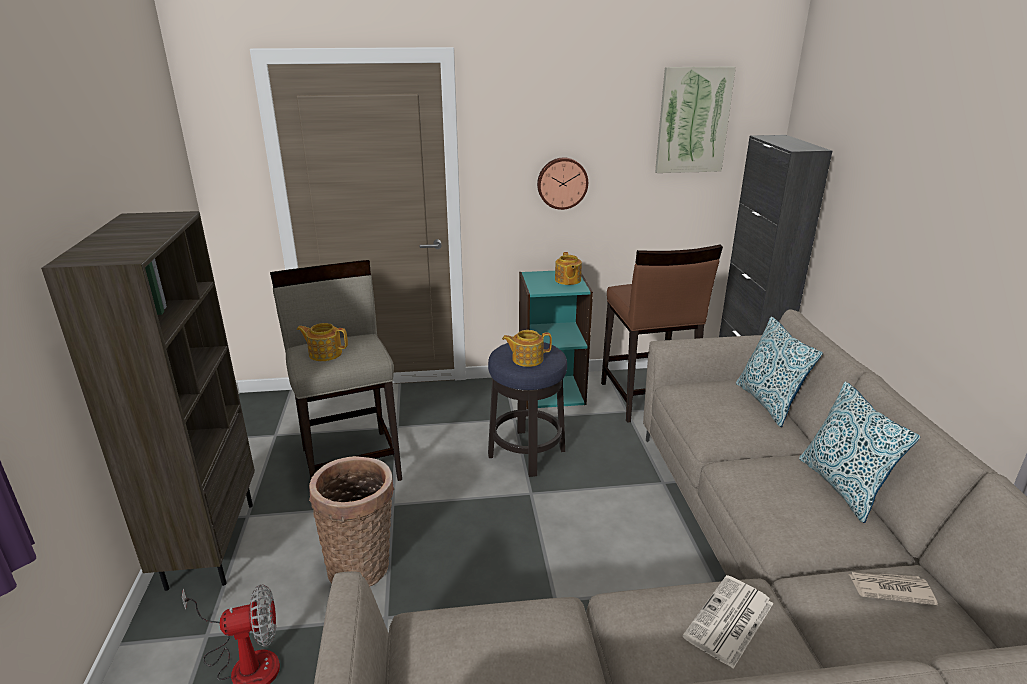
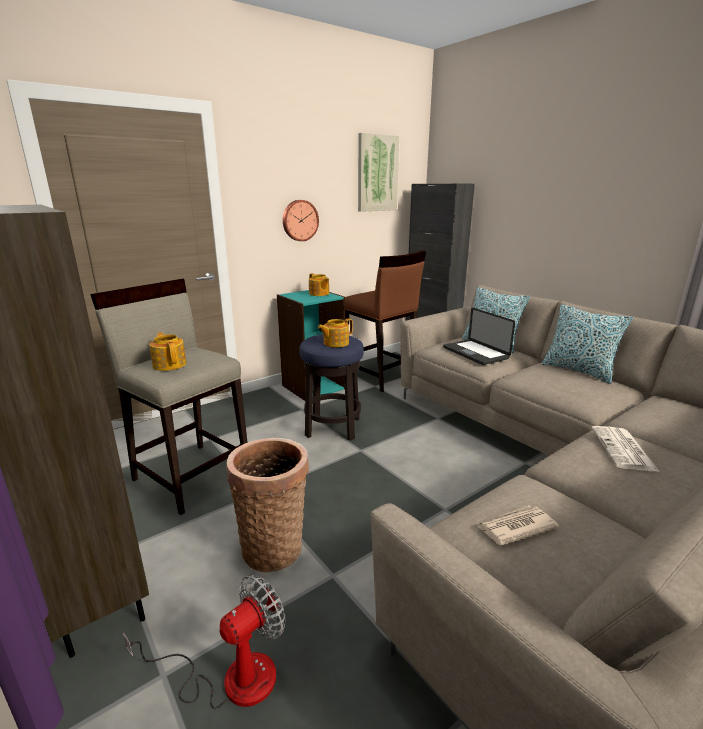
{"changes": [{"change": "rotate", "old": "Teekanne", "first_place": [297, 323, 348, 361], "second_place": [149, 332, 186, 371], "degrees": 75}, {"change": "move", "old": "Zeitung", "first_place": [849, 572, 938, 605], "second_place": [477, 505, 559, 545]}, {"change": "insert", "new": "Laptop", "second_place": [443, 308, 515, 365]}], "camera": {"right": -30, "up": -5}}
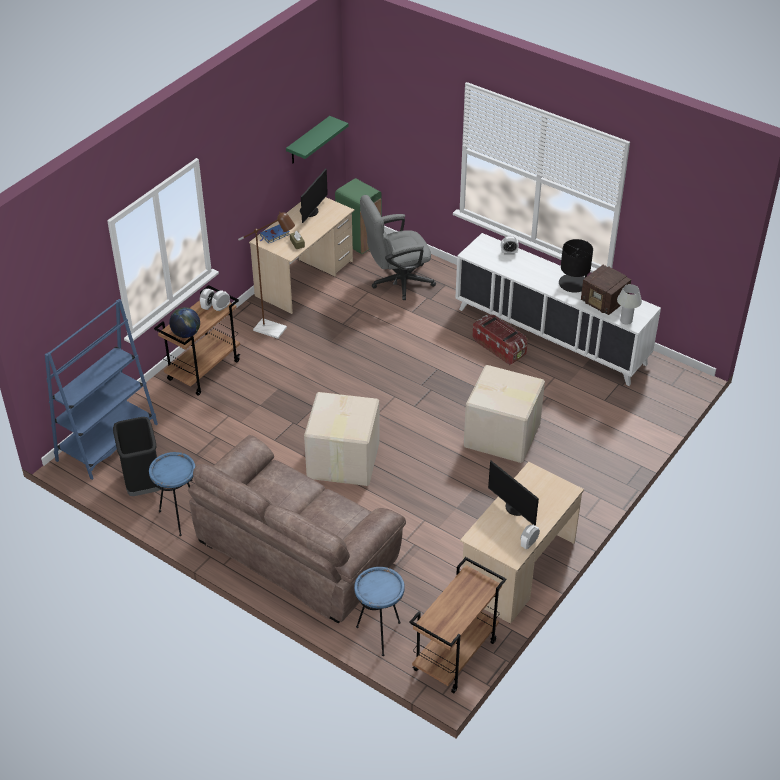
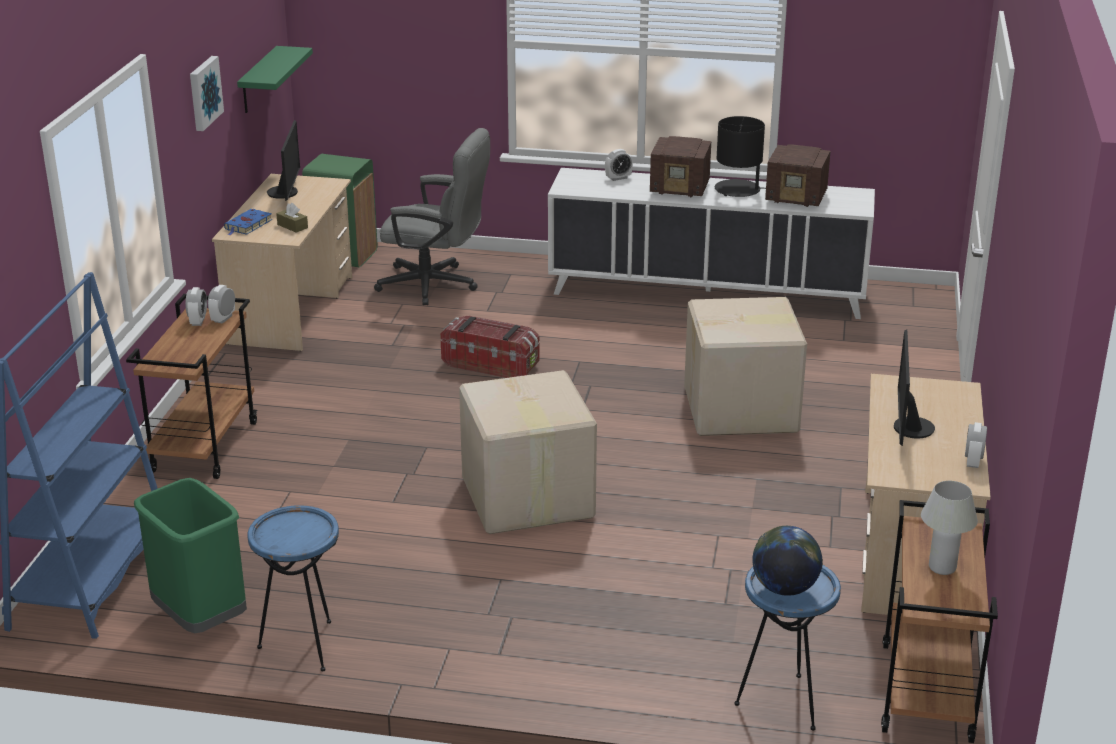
{"changes": [{"change": "recolor", "old": "Mülleimer/schwarz", "new": "Mülleimer/grün", "first_place": [113, 417, 161, 496], "second_place": [134, 478, 247, 633]}, {"change": "move", "old": "Globus", "first_place": [169, 307, 200, 338], "second_place": [752, 526, 823, 596]}, {"change": "delete", "old": "Sofa/braun", "first_place": [188, 435, 406, 624]}, {"change": "delete", "old": "Stehlampe/braun", "first_place": [238, 212, 295, 339]}, {"change": "rotate", "old": "Bürostuhl/grau", "first_place": [360, 195, 436, 300], "second_place": [374, 128, 490, 305], "degrees": -120}, {"change": "move", "old": "Aufbewahrungsbox", "first_place": [473, 315, 528, 365], "second_place": [440, 316, 540, 378]}, {"change": "rotate", "old": "Monitor", "first_place": [488, 461, 539, 526], "second_place": [894, 329, 935, 446], "degrees": 75}, {"change": "move", "old": "Tischlampe/weiß", "first_place": [617, 284, 642, 325], "second_place": [921, 481, 978, 575]}, {"change": "insert", "new": "Bild", "second_place": [190, 56, 224, 131]}, {"change": "insert", "new": "Radio", "second_place": [650, 136, 711, 197]}], "camera": {"right": -25, "up": -15}}
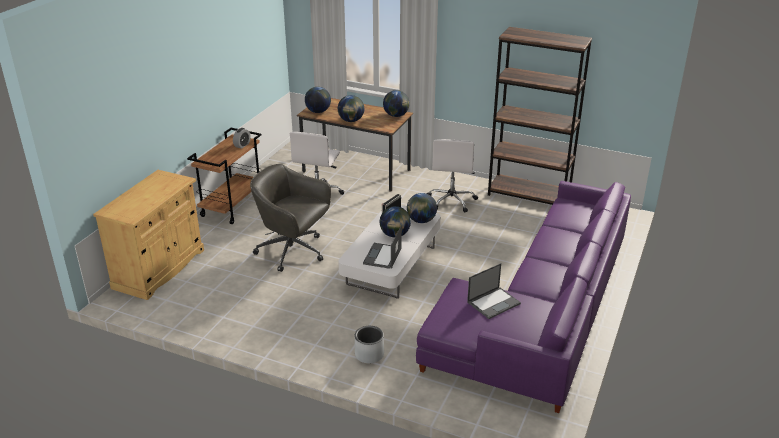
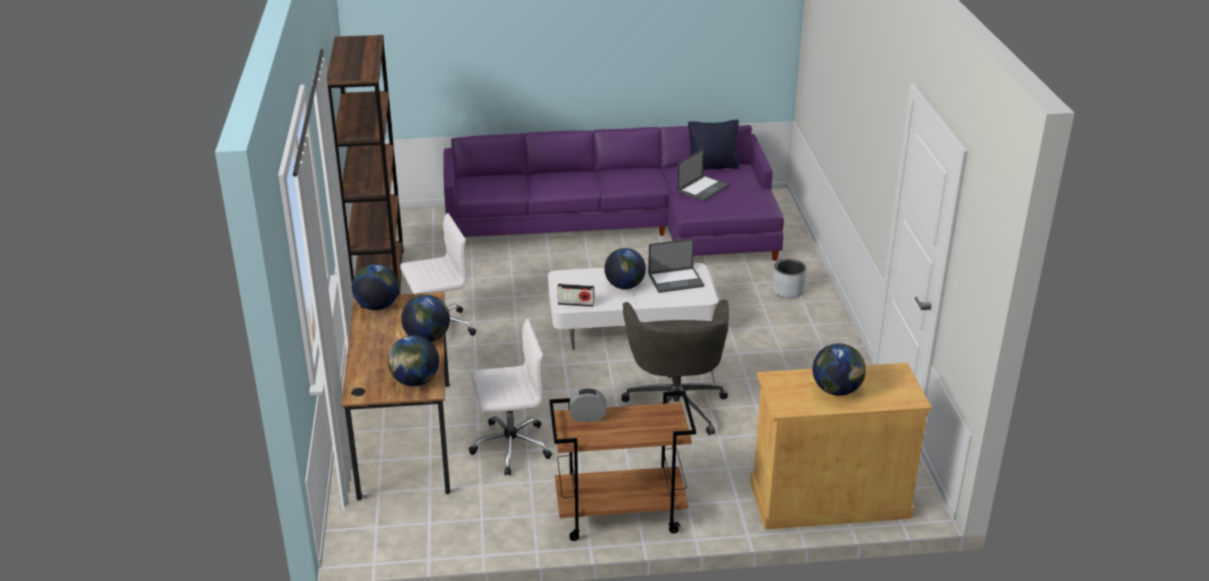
{"changes": [{"change": "move", "old": "Globus", "first_place": [407, 193, 437, 223], "second_place": [813, 343, 866, 396]}, {"change": "rotate", "old": "Laptop", "first_place": [467, 263, 521, 319], "second_place": [677, 148, 729, 201], "degrees": 105}, {"change": "insert", "new": "Kissen/schwarz", "second_place": [688, 120, 739, 170]}], "camera": {"right": -120, "up": 0}}
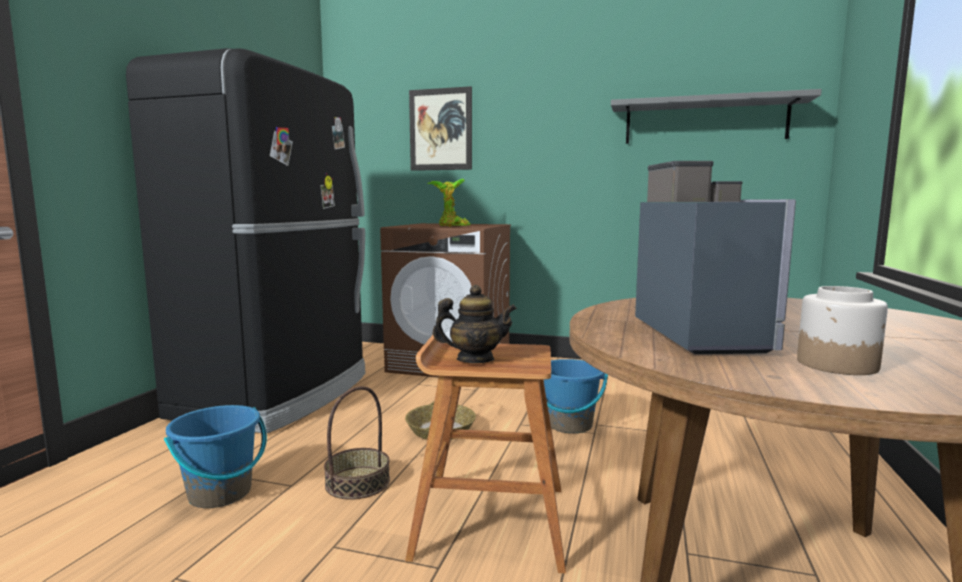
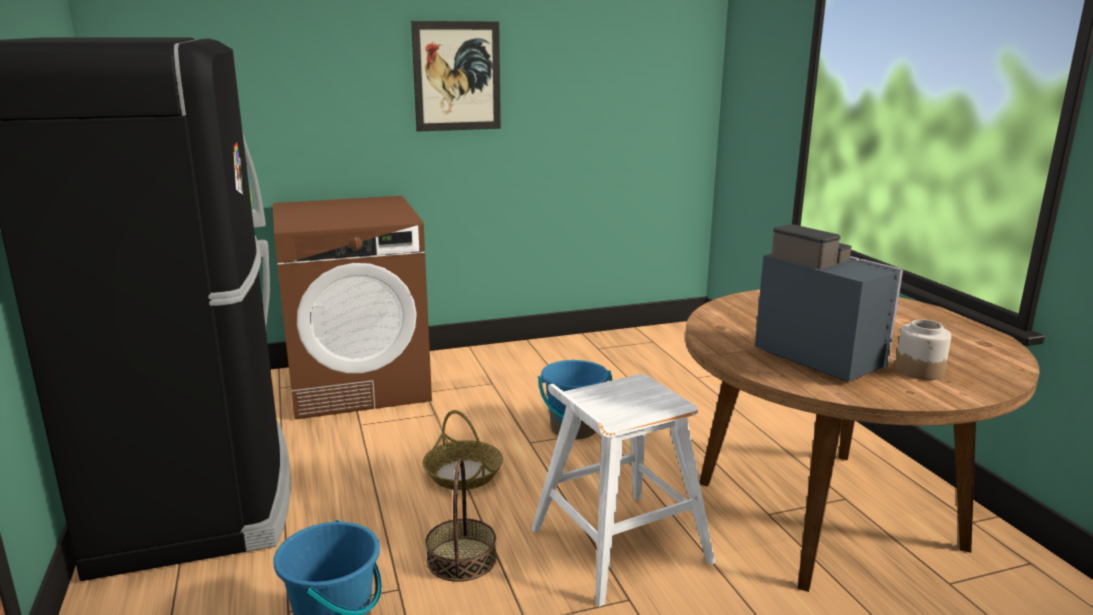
{"changes": [{"change": "recolor", "old": "Hocker/braun", "new": "Hocker/weiß", "first_place": [405, 335, 566, 574], "second_place": [531, 374, 715, 607]}, {"change": "move", "old": "Bild", "first_place": [409, 86, 472, 171], "second_place": [411, 21, 501, 132]}, {"change": "delete", "old": "Topfpflanze", "first_place": [427, 179, 471, 227]}, {"change": "delete", "old": "Teekanne", "first_place": [433, 285, 517, 363]}, {"change": "delete", "old": "Wandregal/grau", "first_place": [611, 89, 822, 144]}], "camera": {"right": -35, "up": 10}}
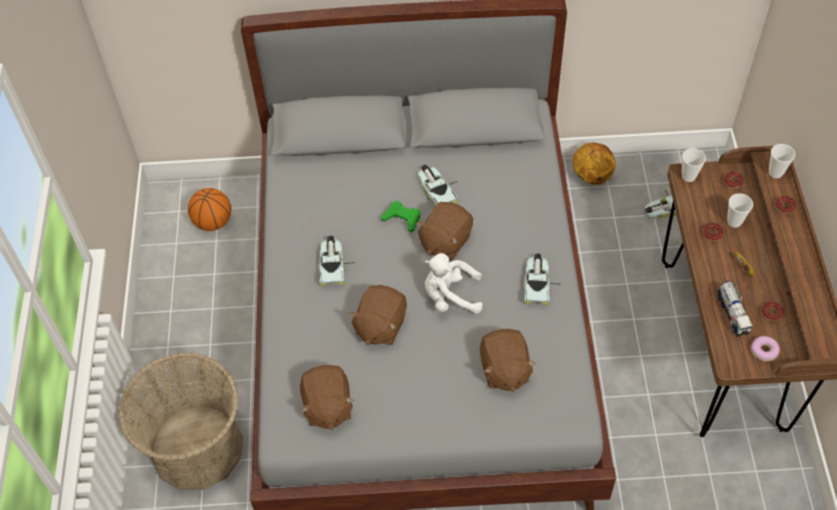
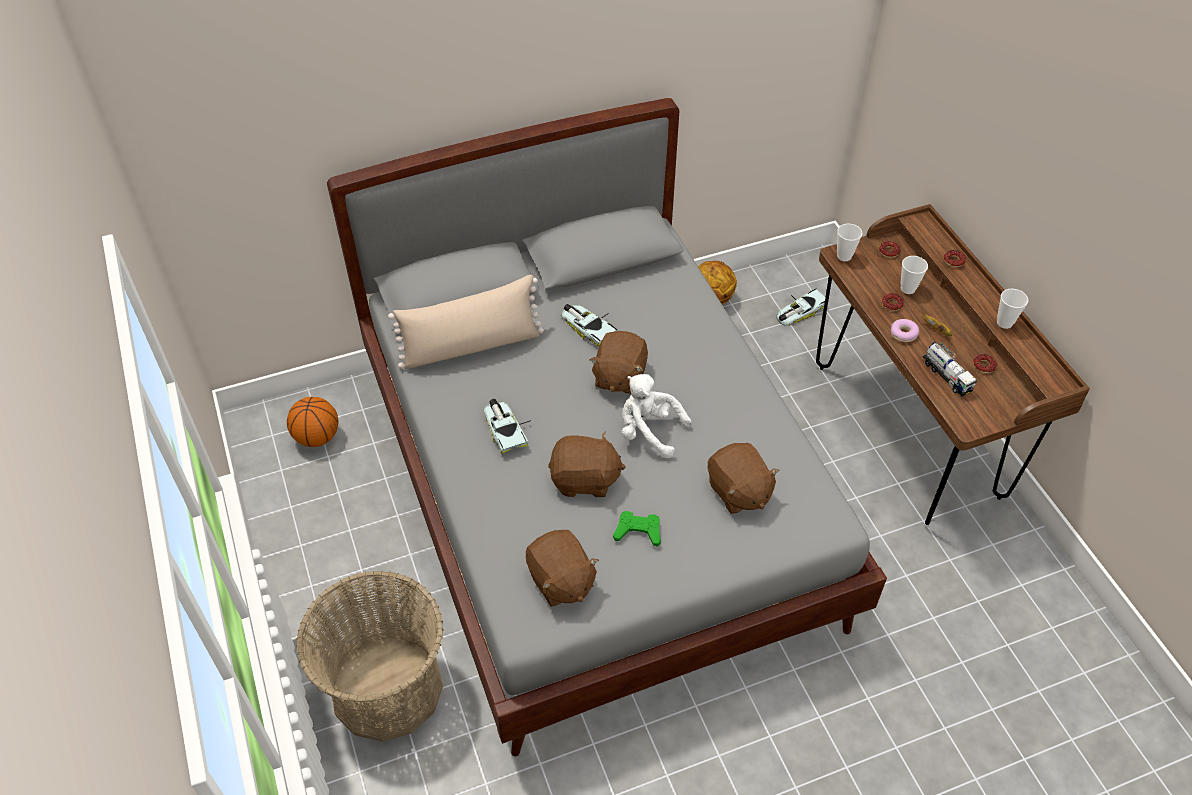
{"changes": [{"change": "rotate", "old": "Plüschtier/braun", "first_place": [349, 285, 407, 345], "second_place": [548, 432, 626, 497], "degrees": -90}, {"change": "move", "old": "Gamepad/grün", "first_place": [381, 201, 420, 232], "second_place": [613, 511, 661, 547]}, {"change": "rotate", "old": "Plüschtier/weiß", "first_place": [425, 253, 483, 314], "second_place": [621, 374, 691, 458], "degrees": 45}, {"change": "delete", "old": "Spielzeugauto", "first_place": [523, 253, 561, 305]}, {"change": "move", "old": "Donut", "first_place": [751, 336, 780, 361], "second_place": [891, 319, 919, 342]}, {"change": "move", "old": "Tasse", "first_place": [769, 144, 795, 178], "second_place": [997, 289, 1029, 329]}, {"change": "insert", "new": "Kissen/beige", "second_place": [388, 275, 544, 369]}], "camera": {"right": -20, "up": -5}}
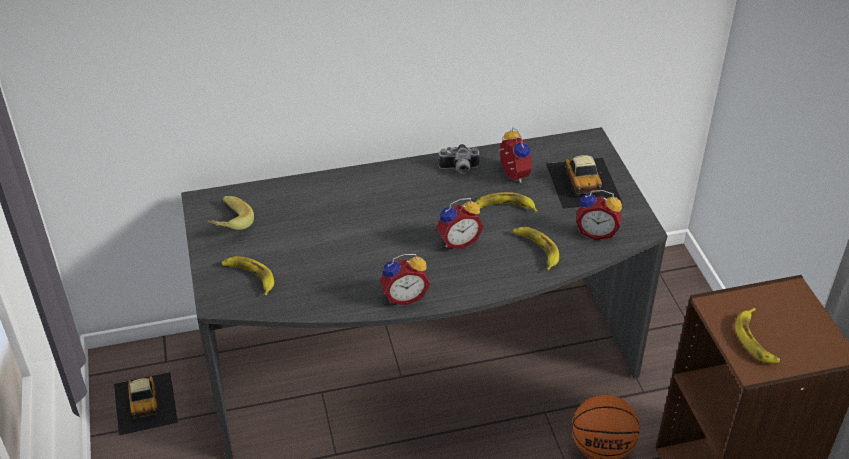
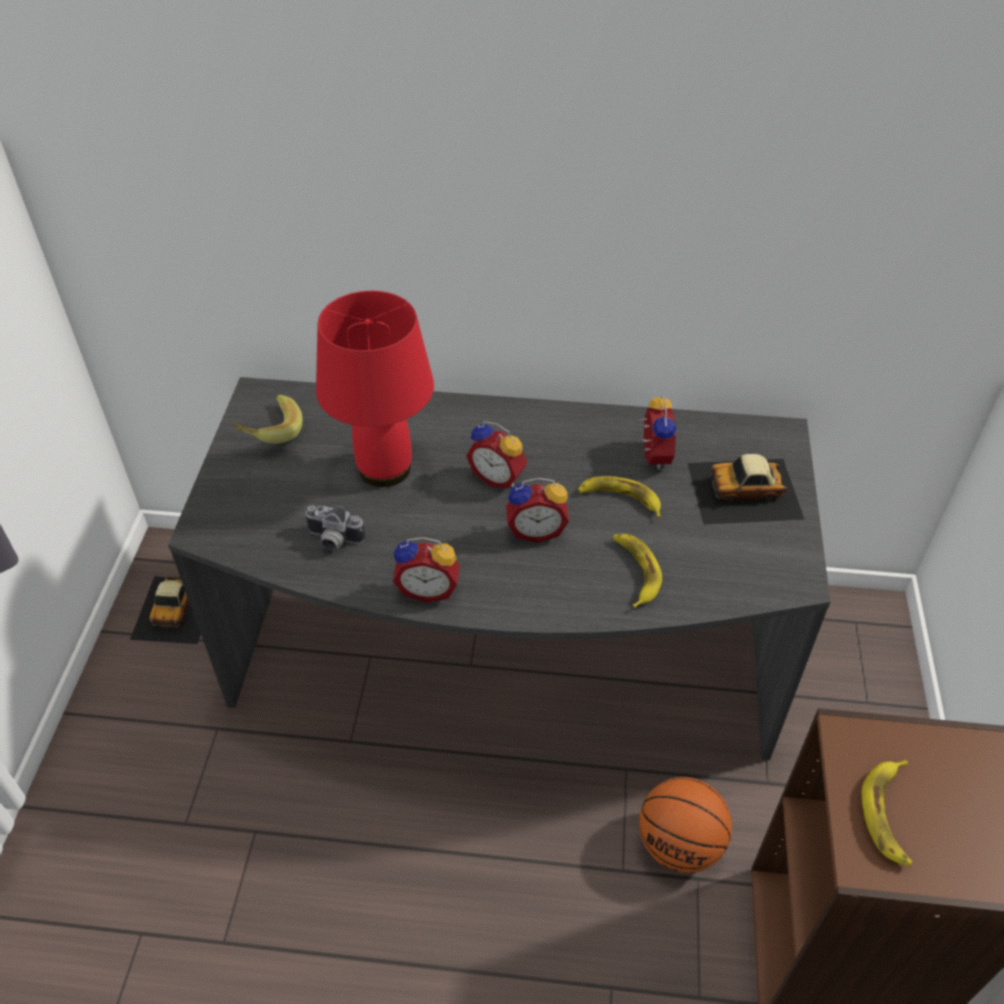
{"changes": [{"change": "delete", "old": "Banane", "first_place": [222, 256, 274, 296]}, {"change": "move", "old": "Kamera", "first_place": [438, 144, 481, 174], "second_place": [304, 505, 365, 550]}, {"change": "rotate", "old": "Spielzeugauto", "first_place": [546, 155, 622, 209], "second_place": [687, 454, 805, 525], "degrees": 75}, {"change": "move", "old": "Wecker", "first_place": [576, 190, 622, 240], "second_place": [466, 421, 527, 488]}, {"change": "insert", "new": "Tischlampe/rot", "second_place": [316, 291, 434, 487]}], "camera": {"right": 20, "up": 5}}
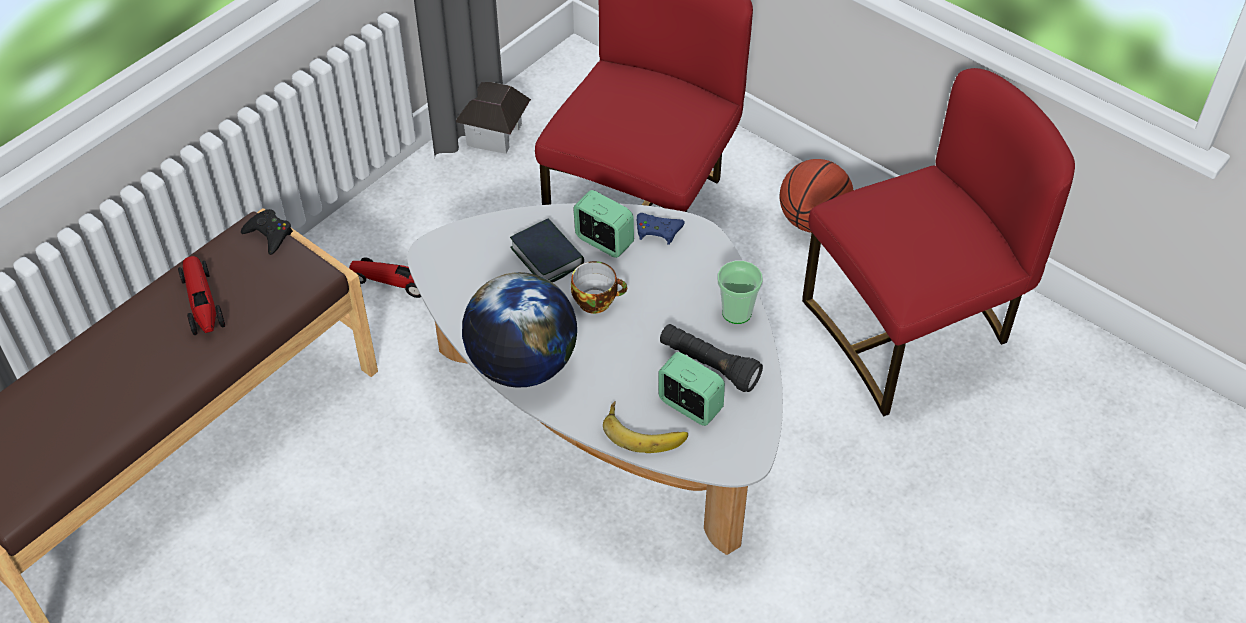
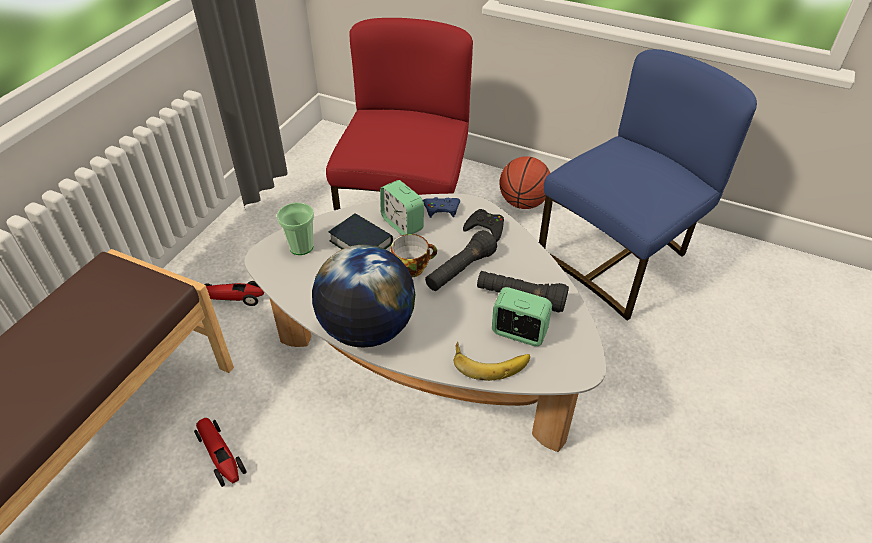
{"changes": [{"change": "move", "old": "Spielzeugauto", "first_place": [178, 256, 225, 335], "second_place": [194, 418, 247, 487]}, {"change": "move", "old": "Gamepad/schwarz", "first_place": [241, 209, 293, 255], "second_place": [463, 209, 504, 242]}, {"change": "delete", "old": "Spielzeughaus", "first_place": [456, 82, 531, 154]}, {"change": "rotate", "old": "Wecker", "first_place": [573, 190, 634, 258], "second_place": [380, 180, 424, 235], "degrees": -150}, {"change": "move", "old": "Tasse", "first_place": [717, 261, 763, 324], "second_place": [277, 202, 314, 255]}, {"change": "recolor", "old": "Stuhl/rot", "new": "Stuhl/blau", "first_place": [802, 68, 1075, 416], "second_place": [539, 49, 757, 321]}, {"change": "insert", "new": "Taschenlampe/schwarz", "second_place": [425, 230, 497, 291]}], "camera": {"right": -15, "up": -5}}
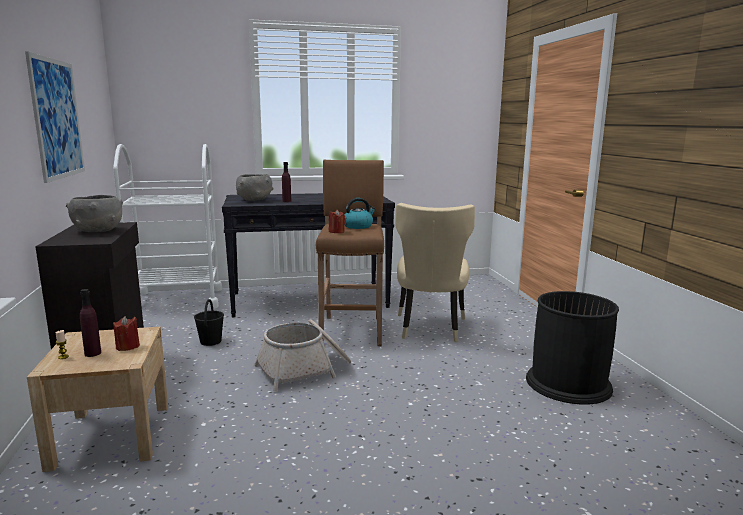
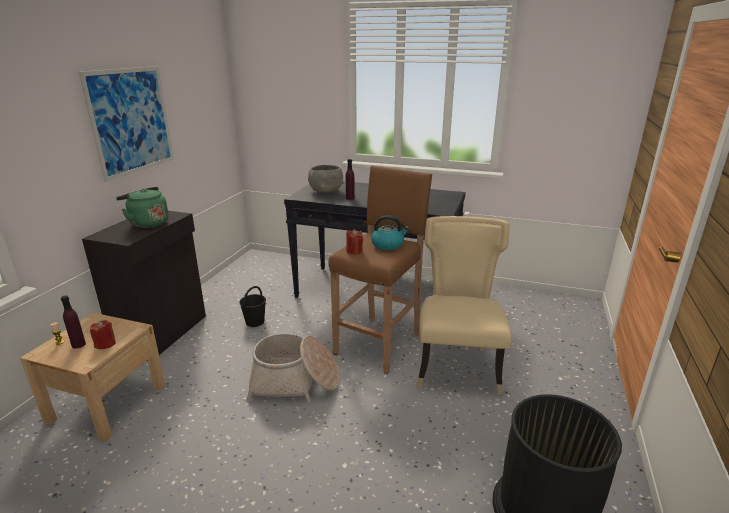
{"changes": [{"change": "replace", "old": "Schüssel/grau", "new": "Wasserkessel/grün", "first_place": [66, 195, 123, 232], "second_place": [116, 187, 169, 228]}, {"change": "delete", "old": "Rollwagen/weiß", "first_place": [113, 144, 222, 309]}, {"change": "rotate", "old": "Stuhl/beige", "first_place": [395, 203, 475, 342], "second_place": [417, 216, 512, 394], "degrees": 150}], "camera": {"right": 30, "up": 10}}
